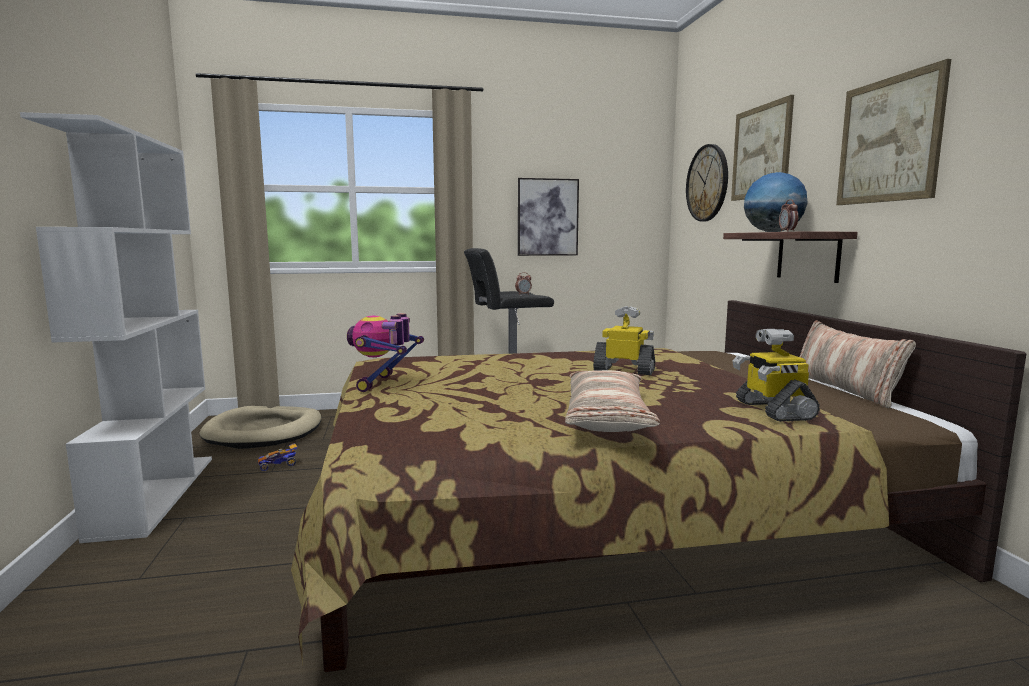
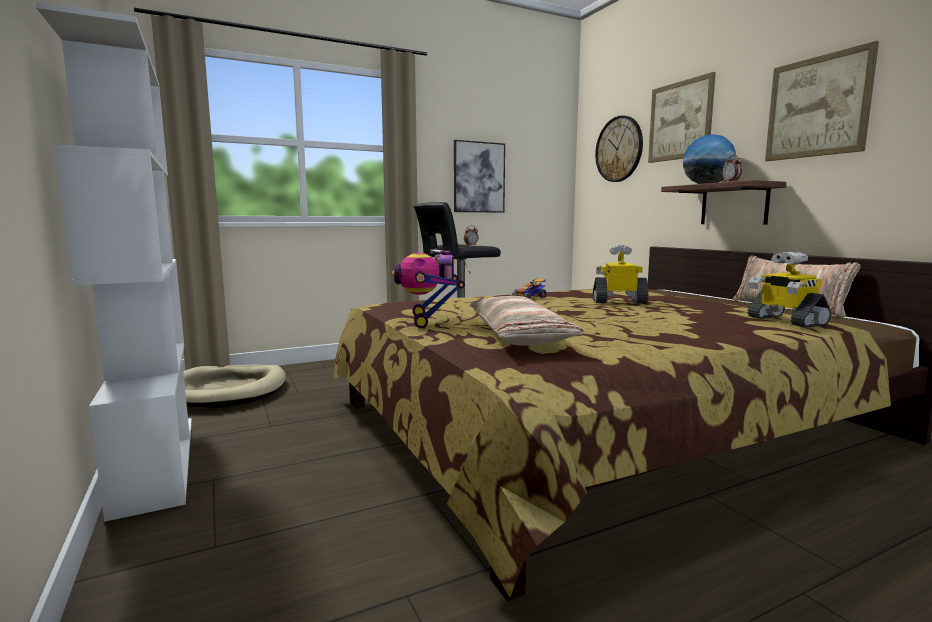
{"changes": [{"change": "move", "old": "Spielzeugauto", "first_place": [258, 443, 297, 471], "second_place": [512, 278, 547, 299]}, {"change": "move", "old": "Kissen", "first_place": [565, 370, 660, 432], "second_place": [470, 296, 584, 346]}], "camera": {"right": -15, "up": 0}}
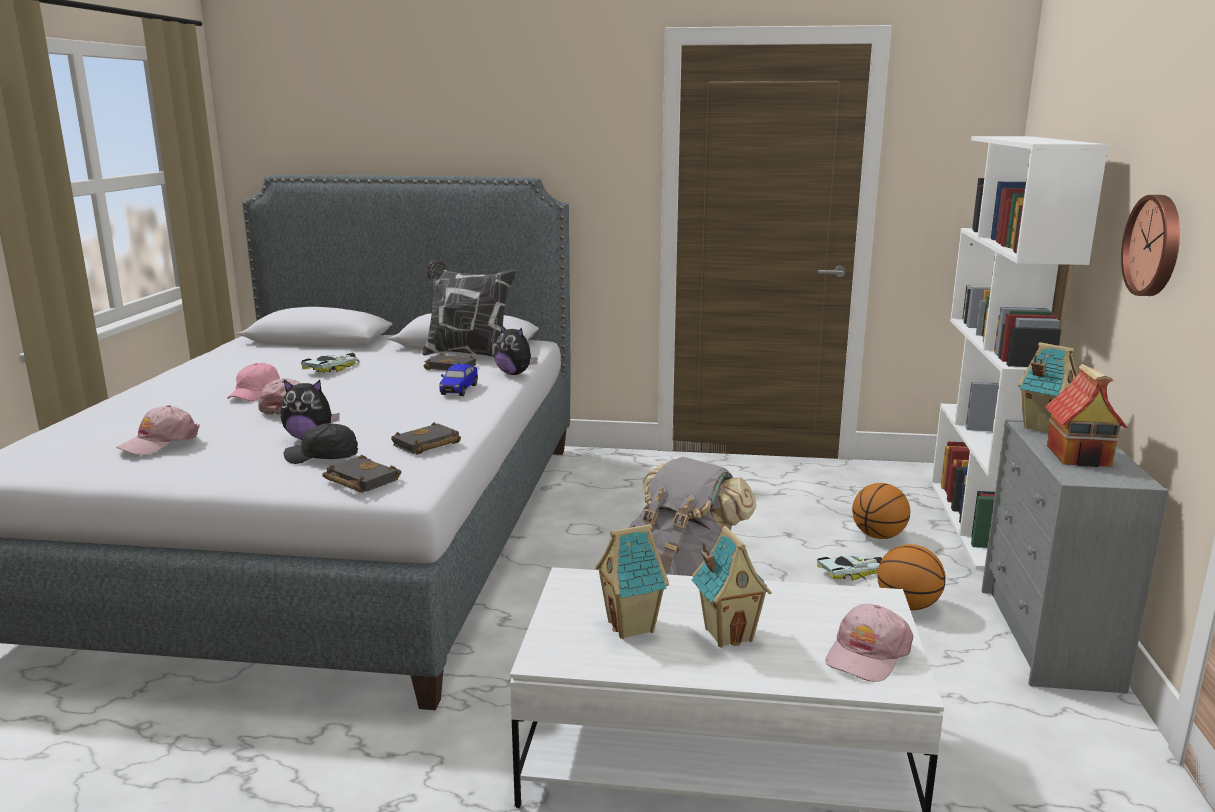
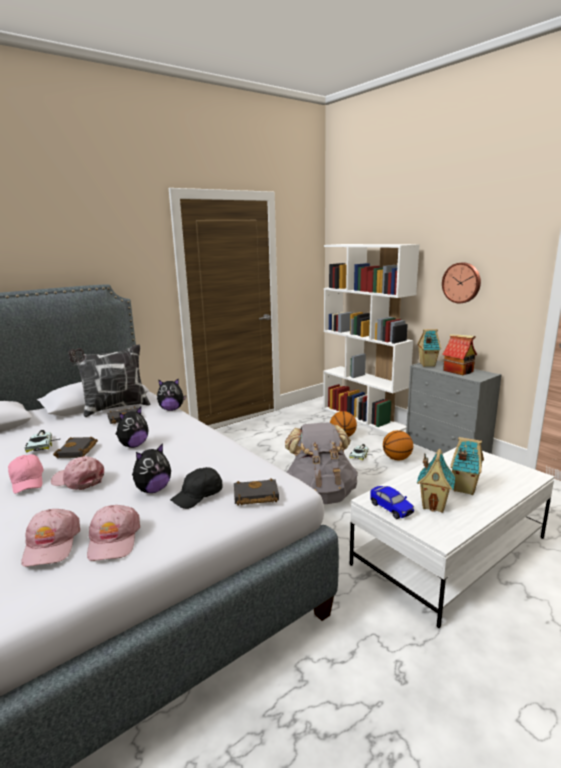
{"changes": [{"change": "move", "old": "Buch/schwarz", "first_place": [391, 422, 461, 455], "second_place": [53, 437, 98, 458]}, {"change": "move", "old": "Spielzeugauto", "first_place": [439, 364, 478, 396], "second_place": [370, 486, 414, 519]}, {"change": "move", "old": "Kappe/rosa", "first_place": [826, 604, 913, 682], "second_place": [87, 505, 140, 561]}, {"change": "insert", "new": "Plüschtier", "second_place": [116, 407, 149, 448]}], "camera": {"right": -45, "up": 0}}
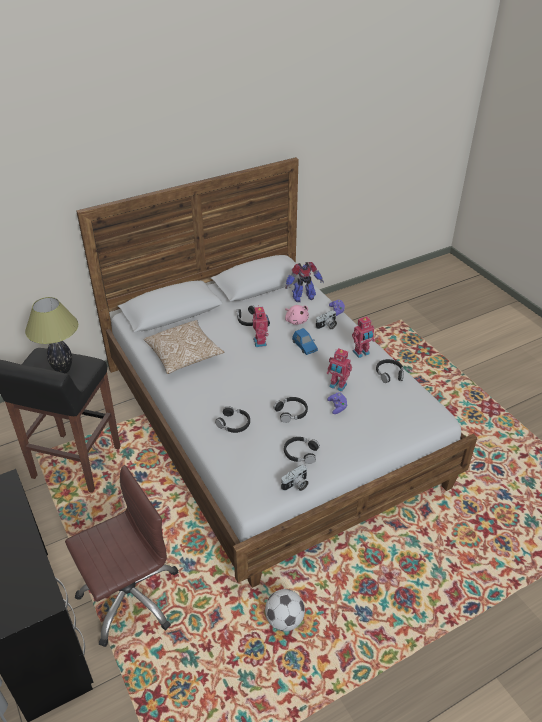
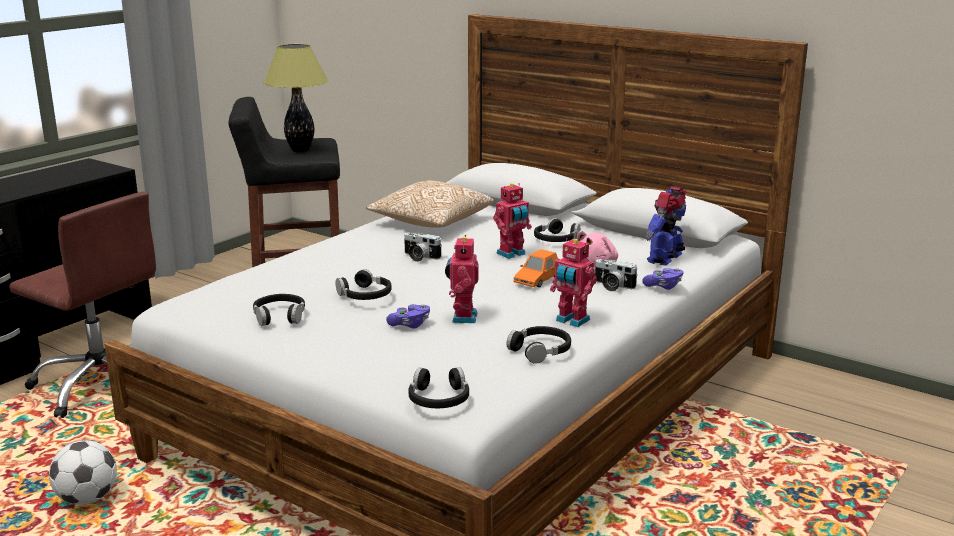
{"changes": [{"change": "move", "old": "Kopfhörer/schwarz", "first_place": [215, 406, 250, 433], "second_place": [408, 367, 469, 408]}, {"change": "move", "old": "Kamera", "first_place": [281, 464, 309, 491], "second_place": [404, 232, 442, 262]}, {"change": "rotate", "old": "Spielzeugroboter", "first_place": [285, 262, 324, 302], "second_place": [645, 186, 686, 266], "degrees": 75}, {"change": "recolor", "old": "Spielzeugauto/blau", "new": "Spielzeugauto/orange", "first_place": [292, 328, 318, 355], "second_place": [513, 249, 558, 287]}], "camera": {"right": 65, "up": -20}}
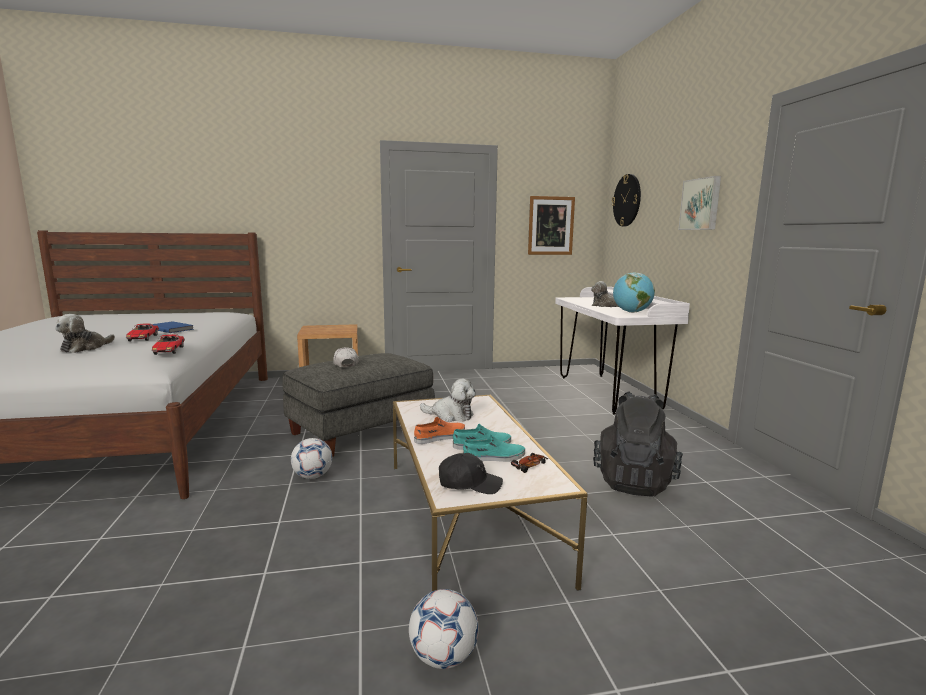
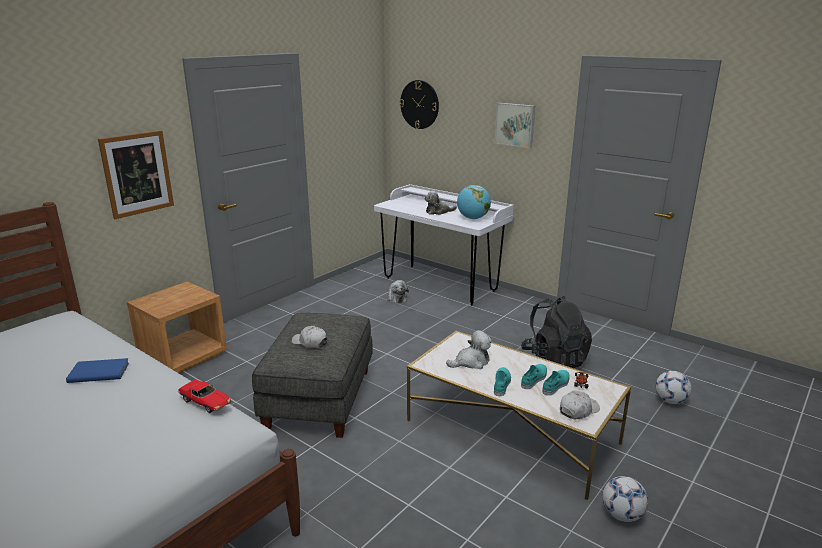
{"changes": [{"change": "move", "old": "Plüschtier", "first_place": [55, 314, 115, 353], "second_place": [388, 280, 409, 303]}, {"change": "delete", "old": "Spielzeugauto", "first_place": [126, 324, 159, 341]}, {"change": "move", "old": "Fußball", "first_place": [291, 438, 332, 479], "second_place": [656, 371, 692, 404]}, {"change": "recolor", "old": "Schuh/orange", "new": "Schuh/türkis", "first_place": [414, 417, 465, 444], "second_place": [494, 367, 511, 396]}, {"change": "recolor", "old": "Kappe/schwarz", "new": "Kappe/weiß", "first_place": [439, 453, 503, 494], "second_place": [560, 390, 600, 419]}, {"change": "move", "old": "Bild", "first_place": [528, 196, 575, 255], "second_place": [98, 130, 174, 219]}], "camera": {"right": -40, "up": 10}}
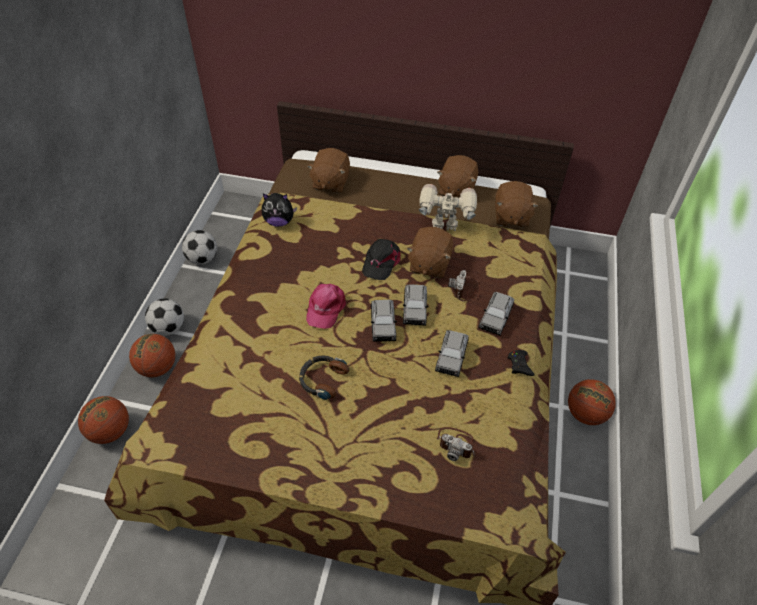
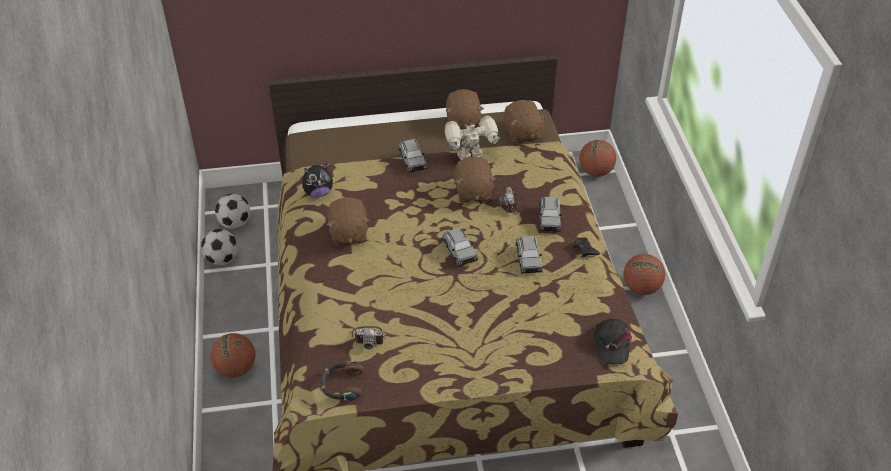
{"changes": [{"change": "move", "old": "Basketball", "first_place": [78, 396, 129, 444], "second_place": [579, 140, 616, 177]}, {"change": "move", "old": "Fußball", "first_place": [145, 298, 184, 336], "second_place": [215, 194, 250, 229]}, {"change": "move", "old": "Kopfhörer", "first_place": [299, 356, 349, 400], "second_place": [320, 361, 364, 401]}, {"change": "delete", "old": "Kappe/rosa", "first_place": [306, 284, 346, 329]}, {"change": "move", "old": "Plüschtier/braun", "first_place": [307, 148, 350, 193], "second_place": [326, 197, 369, 246]}, {"change": "move", "old": "Kappe/schwarz", "first_place": [362, 239, 401, 280], "second_place": [594, 319, 632, 364]}, {"change": "move", "old": "Spielzeugauto/grau", "first_place": [403, 284, 428, 326], "second_place": [398, 139, 427, 173]}, {"change": "move", "old": "Kamera", "first_place": [436, 427, 475, 461], "second_place": [351, 326, 386, 349]}], "camera": {"right": -20, "up": -5}}
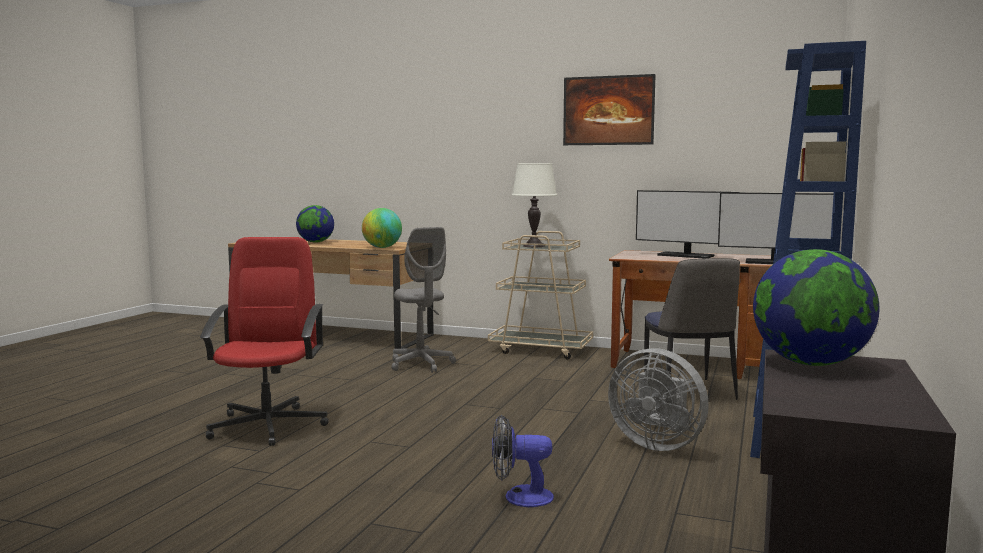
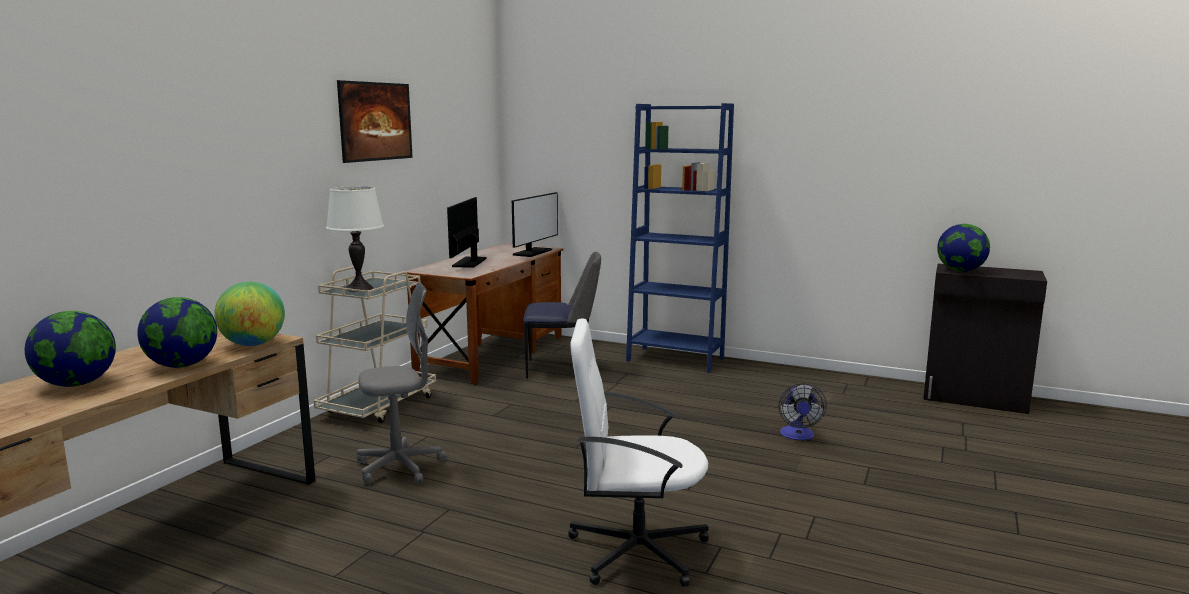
{"changes": [{"change": "recolor", "old": "Bürostuhl/rot", "new": "Bürostuhl/weiß", "first_place": [200, 237, 329, 446], "second_place": [568, 319, 709, 587]}, {"change": "delete", "old": "Ventilator/grau", "first_place": [608, 348, 709, 451]}, {"change": "rotate", "old": "Monitor", "first_place": [636, 190, 739, 258], "second_place": [447, 197, 486, 268], "degrees": 150}, {"change": "insert", "new": "Globus", "second_place": [137, 297, 217, 368]}], "camera": {"right": -85, "up": 5}}
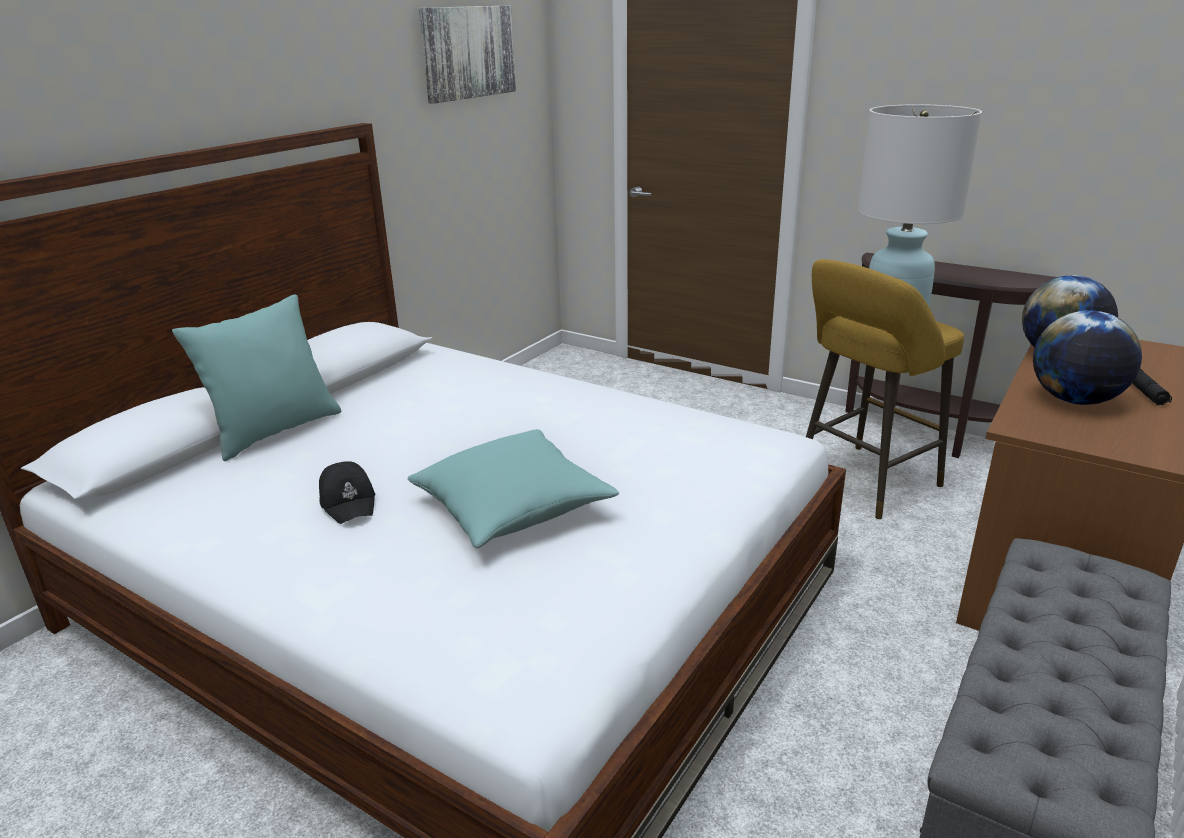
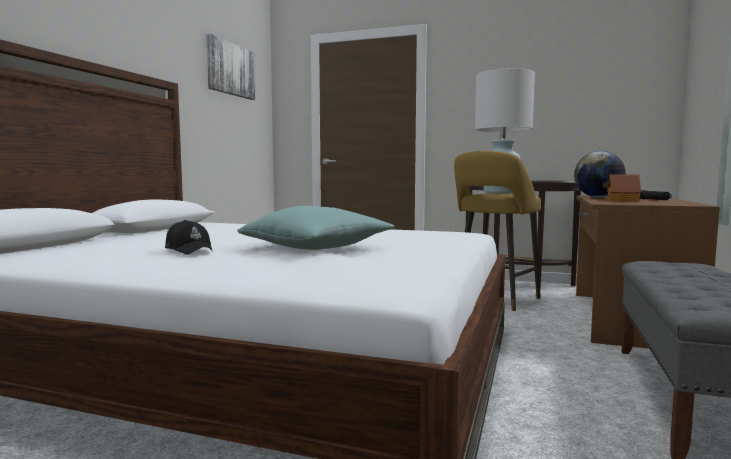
{"changes": [{"change": "delete", "old": "Kissen/türkis", "first_place": [172, 295, 341, 461]}, {"change": "replace", "old": "Globus", "new": "Spielzeughaus", "first_place": [1033, 310, 1142, 405], "second_place": [607, 174, 641, 202]}], "camera": {"right": -15, "up": -20}}
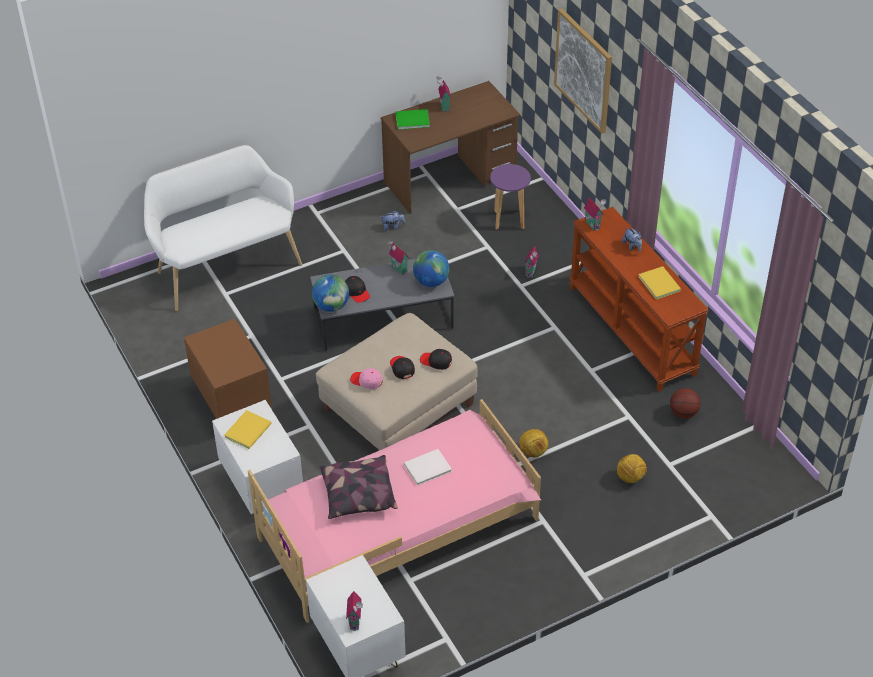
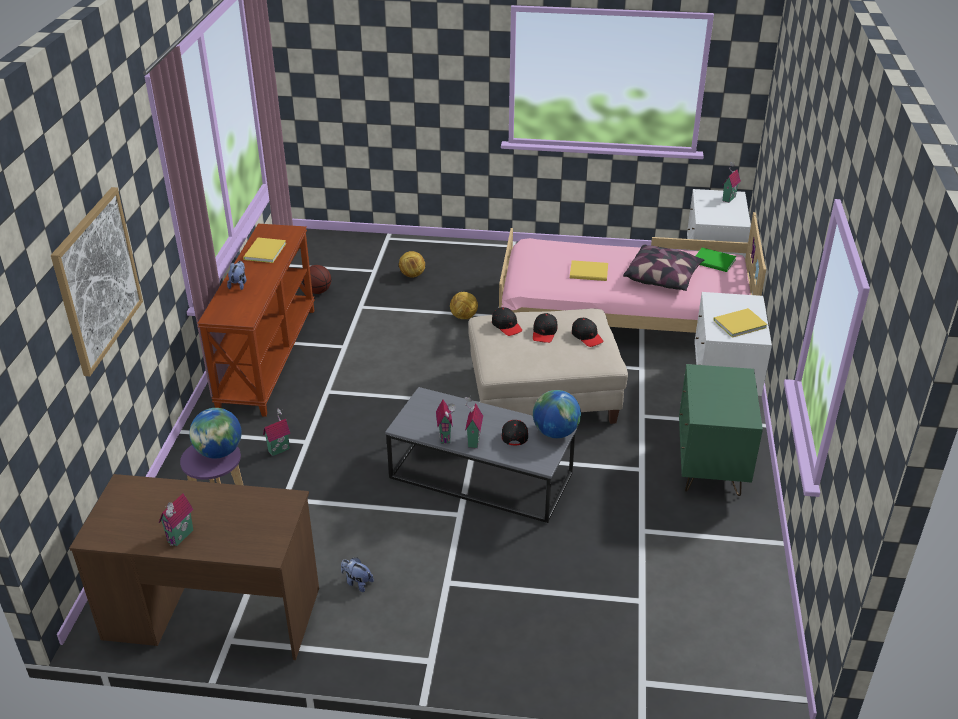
{"changes": [{"change": "delete", "old": "Bank/weiß", "first_place": [144, 145, 302, 311]}, {"change": "recolor", "old": "Nachttisch/braun", "new": "Nachttisch/grün", "first_place": [184, 319, 272, 419], "second_place": [679, 364, 763, 496]}, {"change": "recolor", "old": "Kappe/rosa", "new": "Kappe/schwarz", "first_place": [350, 368, 383, 389], "second_place": [572, 318, 603, 347]}, {"change": "move", "old": "Buch/grün", "first_place": [395, 109, 430, 130], "second_place": [696, 248, 736, 272]}, {"change": "recolor", "old": "Buch/weiß", "new": "Buch/gelb", "first_place": [404, 449, 452, 486], "second_place": [570, 260, 608, 281]}, {"change": "move", "old": "Globus", "first_place": [413, 250, 449, 287], "second_place": [189, 408, 242, 458]}, {"change": "move", "old": "Spielzeughaus", "first_place": [584, 197, 606, 231], "second_place": [465, 396, 483, 448]}], "camera": {"right": -145, "up": -10}}
